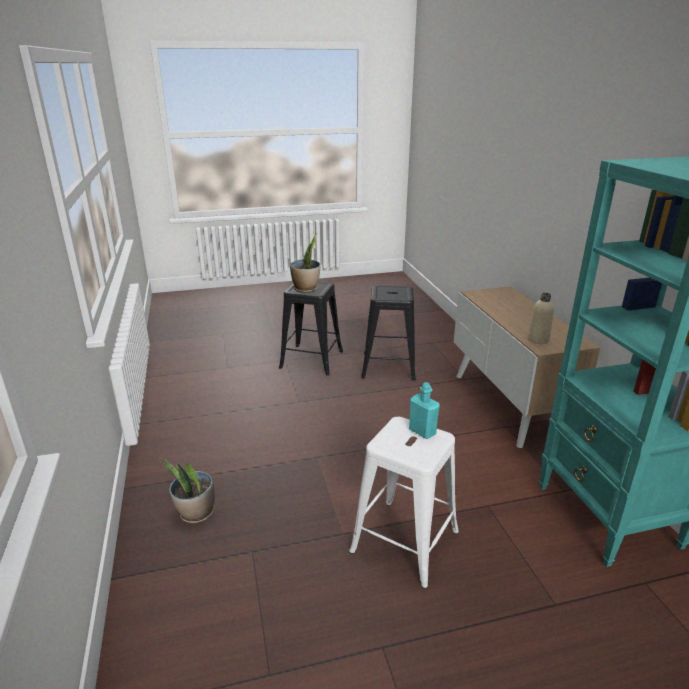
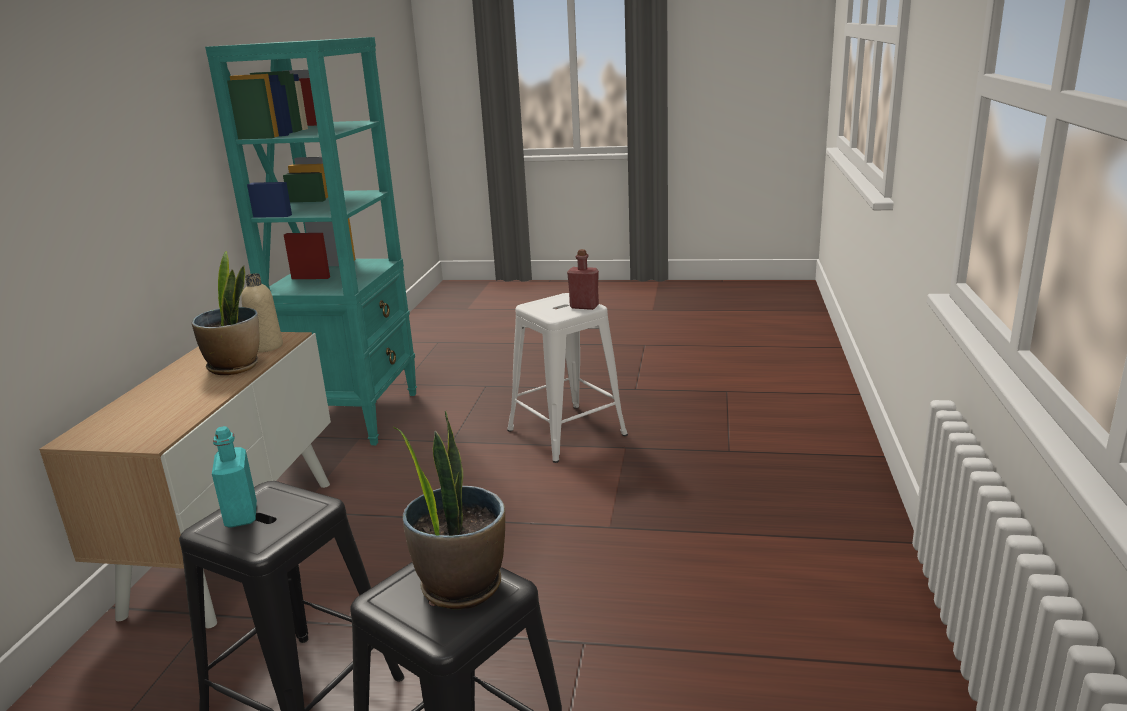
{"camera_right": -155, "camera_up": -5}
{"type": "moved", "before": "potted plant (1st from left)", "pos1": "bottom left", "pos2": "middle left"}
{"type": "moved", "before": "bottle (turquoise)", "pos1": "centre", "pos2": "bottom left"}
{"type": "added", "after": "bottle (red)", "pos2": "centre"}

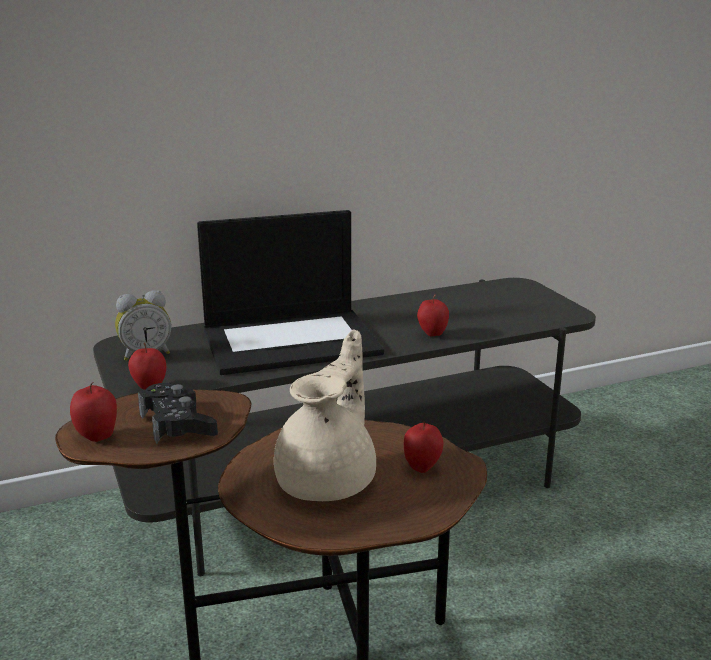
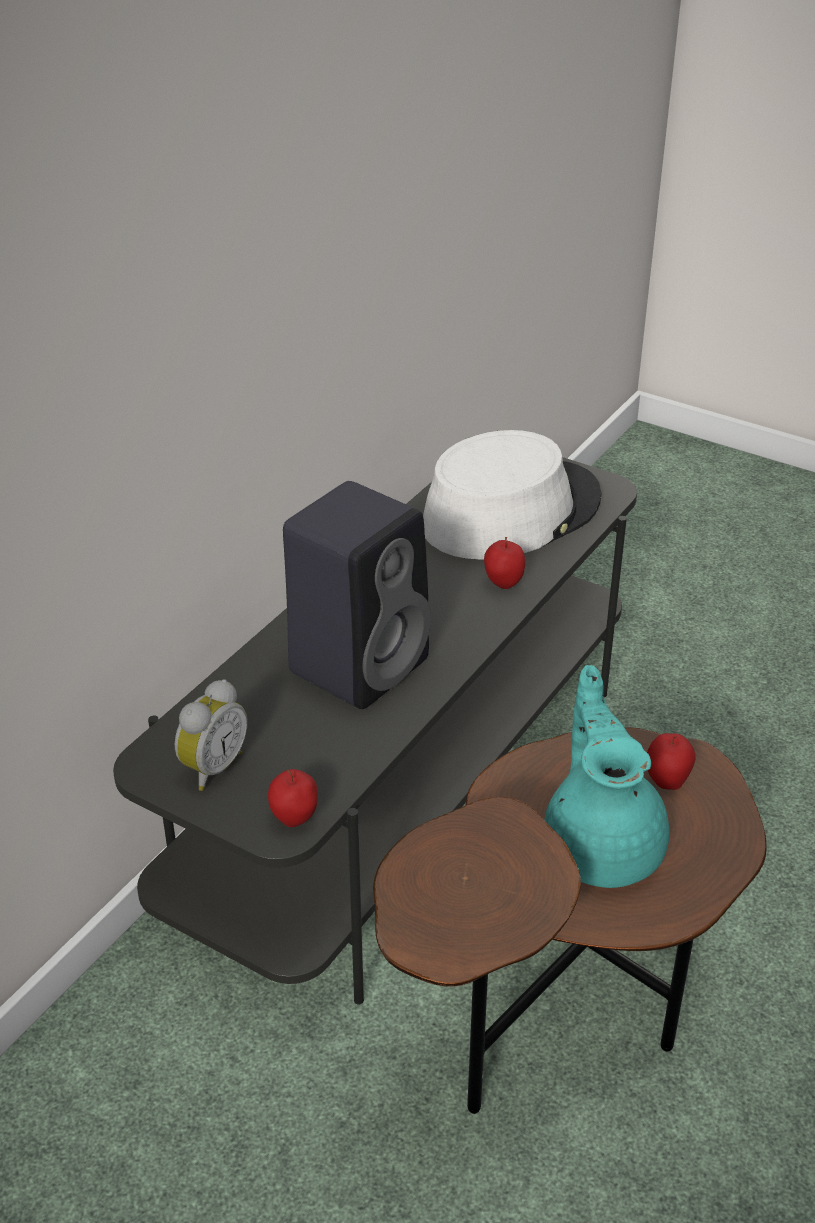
{"camera_right": -35, "camera_up": 15}
{"type": "removed", "before": "apple (1st from left)", "pos1": "middle left"}
{"type": "removed", "before": "game controller (black)", "pos1": "middle left"}
{"type": "replaced", "before": "laptop", "after": "speaker (black)", "pos1": "centre", "pos2": "centre"}
{"type": "recoloured", "before": "teapot (beige)", "after": "teapot (turquoise)", "pos1": "centre", "pos2": "middle right"}
{"type": "added", "after": "hat (white)", "pos2": "centre"}

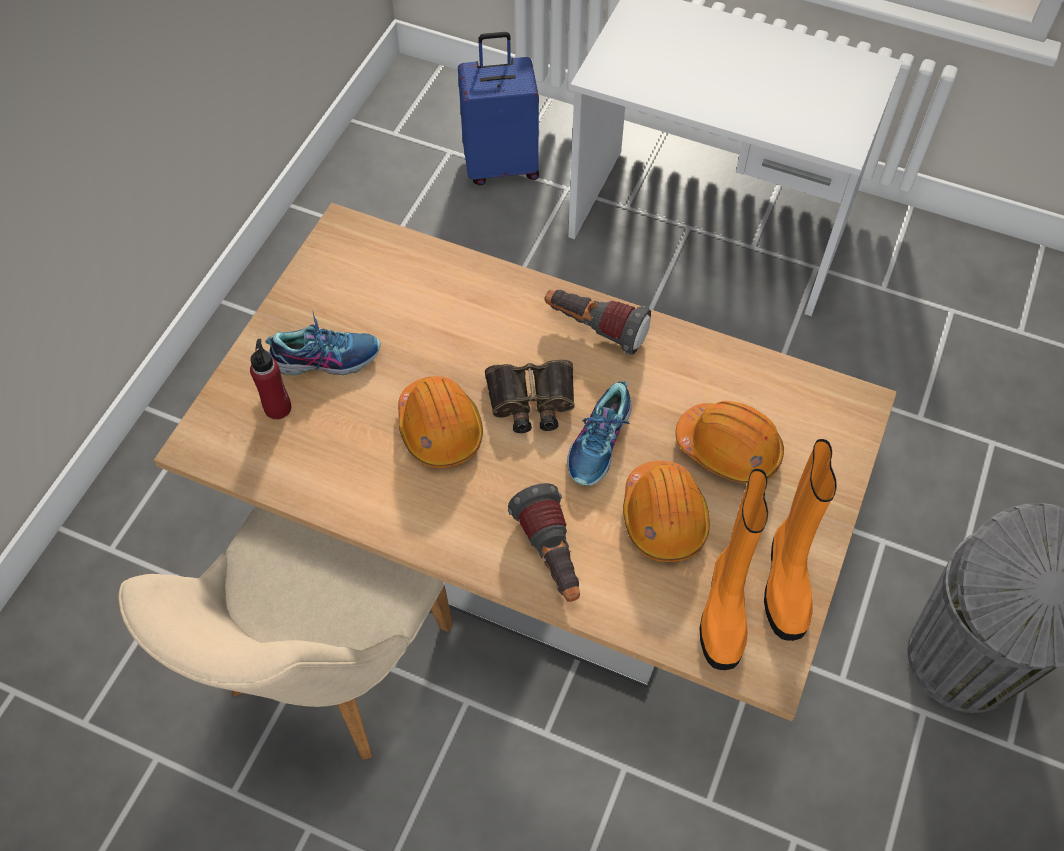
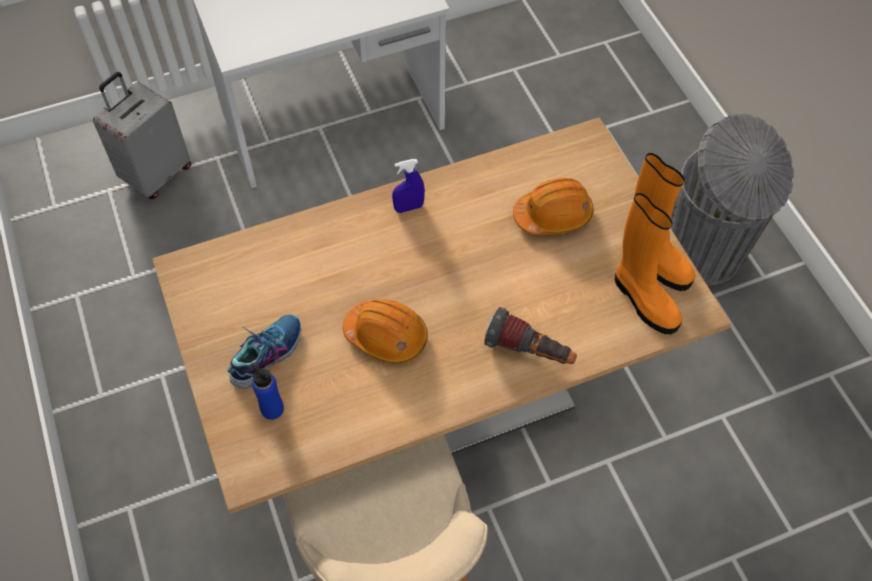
{"camera_right": -45, "camera_up": 0}
{"type": "recoloured", "before": "bottle (red)", "after": "bottle (blue)", "pos1": "middle left", "pos2": "bottom left"}
{"type": "recoloured", "before": "suitcase (blue)", "after": "suitcase (grey)", "pos1": "top centre", "pos2": "top left"}
{"type": "removed", "before": "binoculars", "pos1": "centre"}
{"type": "replaced", "before": "flashlight (2nd from left)", "after": "spray bottle (blue)", "pos1": "centre", "pos2": "top centre"}
{"type": "removed", "before": "shoe (2nd from left)", "pos1": "centre"}
{"type": "removed", "before": "hard hat (orange) (2nd from left)", "pos1": "centre"}

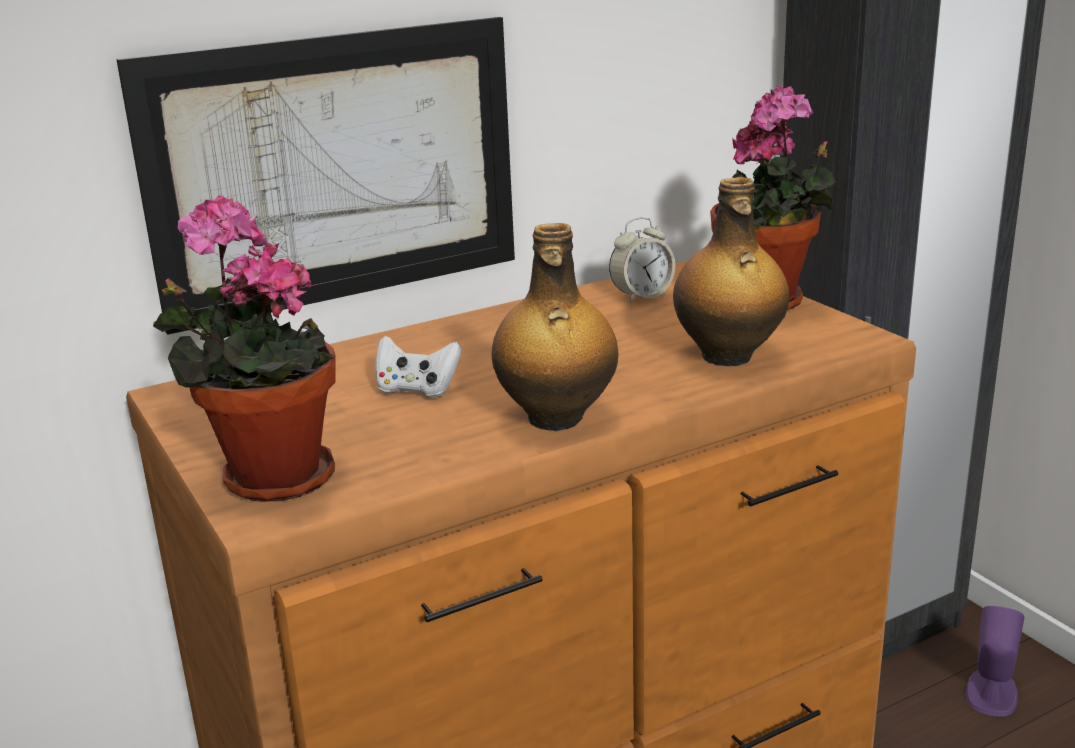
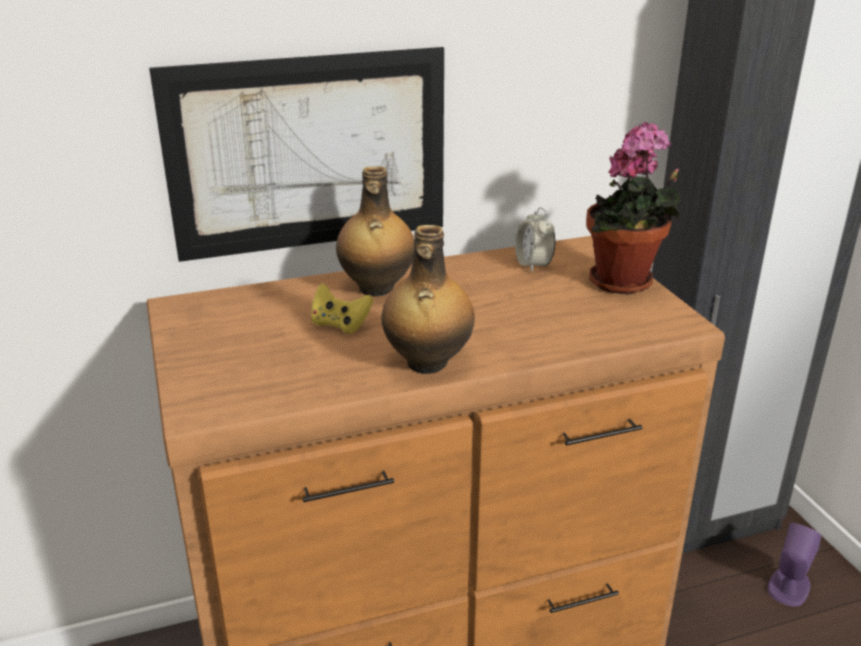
{"camera_right": 10, "camera_up": 5}
{"type": "removed", "before": "potted plant (1st from left)", "pos1": "middle left"}
{"type": "recoloured", "before": "game controller (white)", "after": "game controller (yellow)", "pos1": "centre", "pos2": "centre"}
{"type": "turned", "before": "alarm clock", "pos1": "centre", "pos2": "centre", "turn": 90}
{"type": "moved", "before": "bottle (2nd from left in the first image)", "after": "bottle (1st from left)", "pos1": "middle right", "pos2": "centre"}

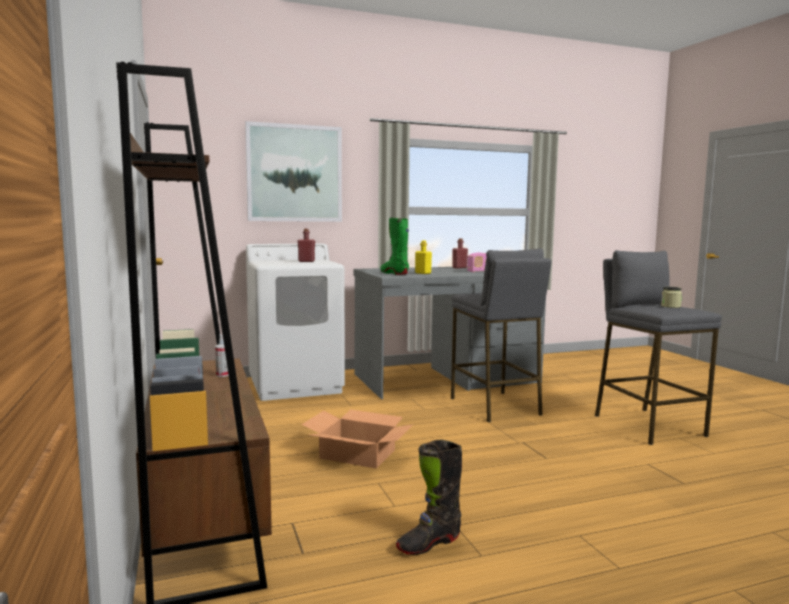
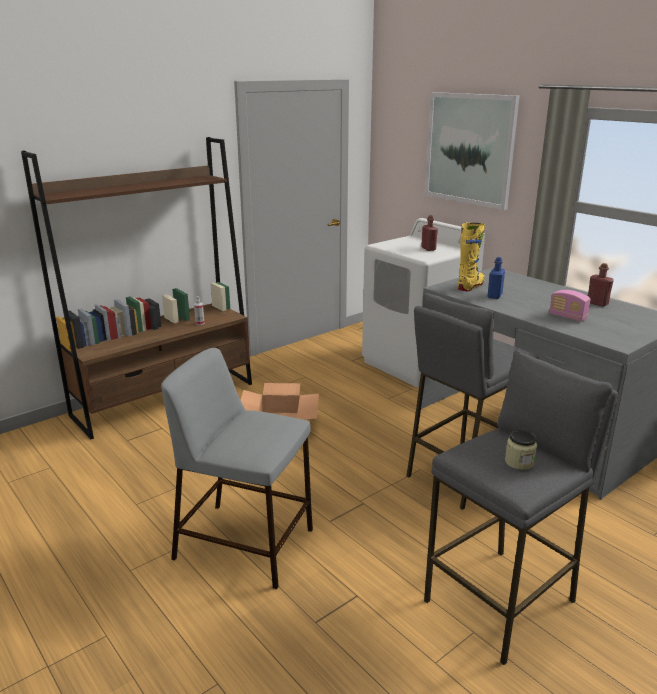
{"camera_right": 70, "camera_up": 15}
{"type": "recoloured", "before": "boot (green)", "after": "boot (yellow)", "pos1": "centre", "pos2": "middle right"}
{"type": "removed", "before": "boot (black)", "pos1": "bottom centre"}
{"type": "recoloured", "before": "bottle (yellow)", "after": "bottle (blue)", "pos1": "centre", "pos2": "middle right"}
{"type": "added", "after": "stool (grey) (1st from left)", "pos2": "bottom centre"}

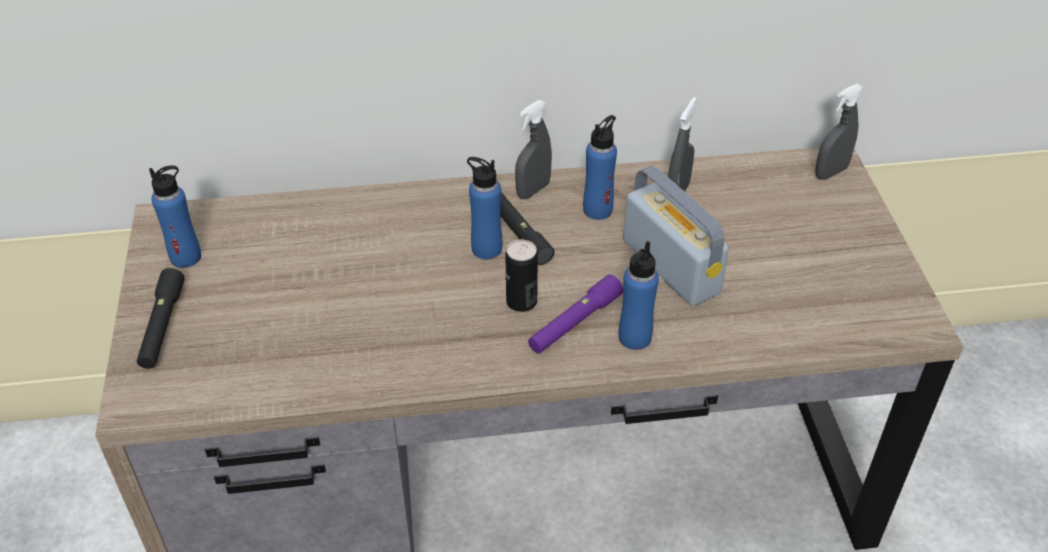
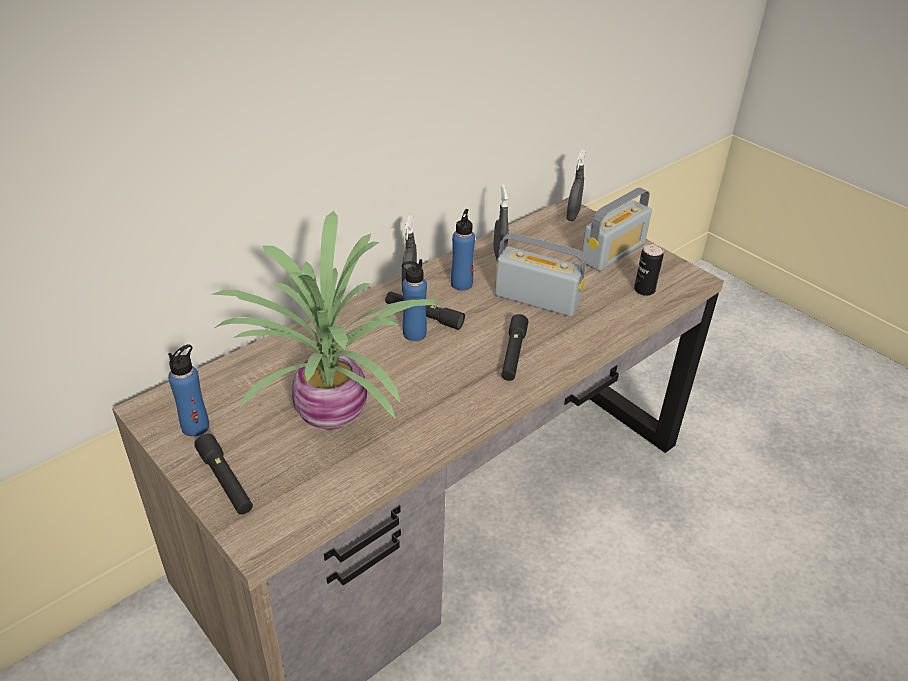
{"camera_right": -35, "camera_up": -5}
{"type": "moved", "before": "can", "pos1": "centre", "pos2": "middle right"}
{"type": "recoloured", "before": "flashlight (purple)", "after": "flashlight (black) (3rd from left)", "pos1": "centre", "pos2": "centre"}
{"type": "removed", "before": "bottle (blue) (4th from left)", "pos1": "centre"}
{"type": "added", "after": "potted plant", "pos2": "centre"}
{"type": "added", "after": "radio (2nd from left)", "pos2": "middle right"}

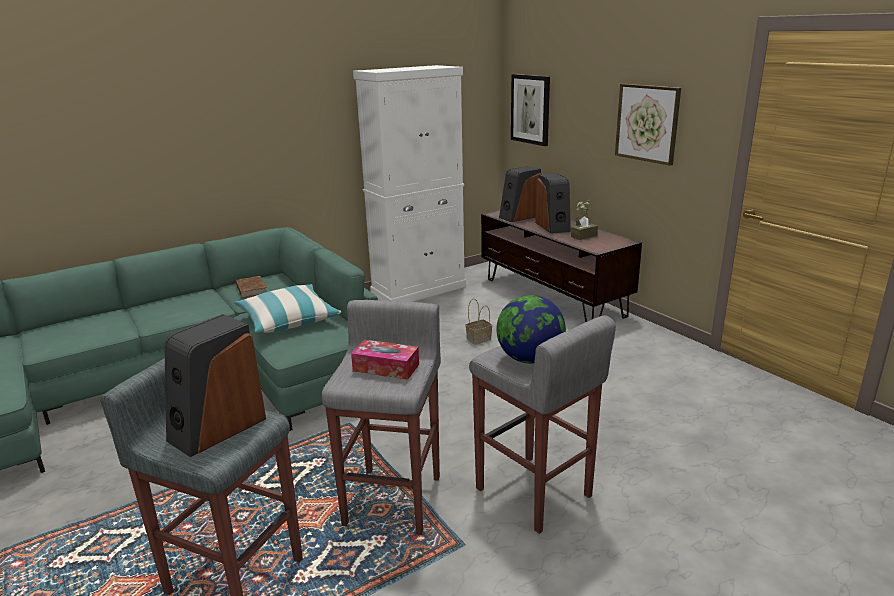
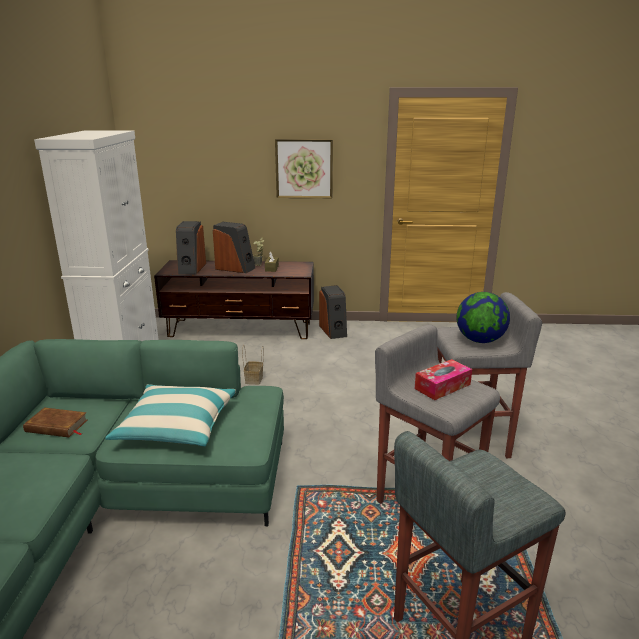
{"camera_right": -55, "camera_up": 0}
{"type": "moved", "before": "speaker (1st from left in the first image)", "after": "speaker (3rd from left)", "pos1": "middle left", "pos2": "centre"}
{"type": "removed", "before": "picture (1st from left)", "pos1": "top centre"}

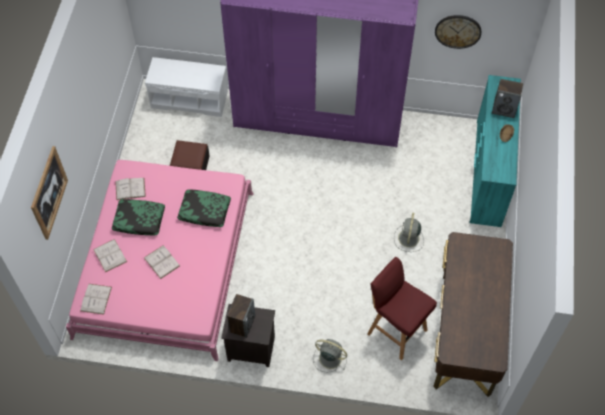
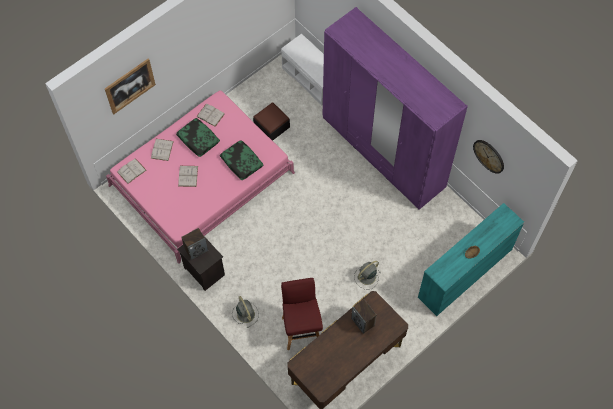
{"camera_right": 40, "camera_up": 5}
{"type": "moved", "before": "speaker (2nd from left)", "pos1": "top right", "pos2": "bottom centre"}

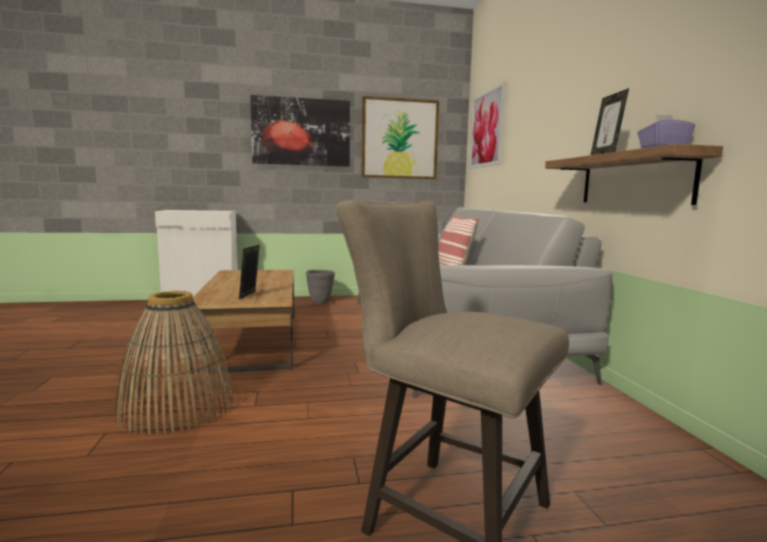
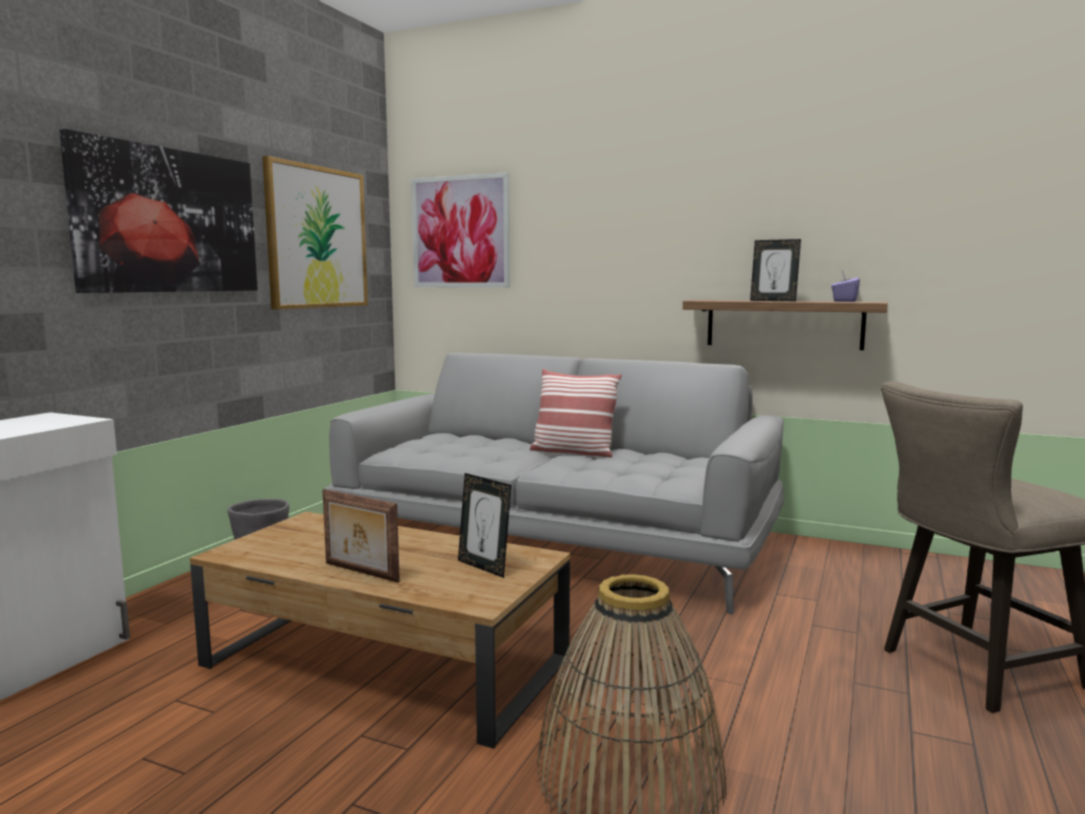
{"camera_right": -55, "camera_up": 0}
{"type": "added", "after": "picture frame (1st from left)", "pos2": "middle left"}

